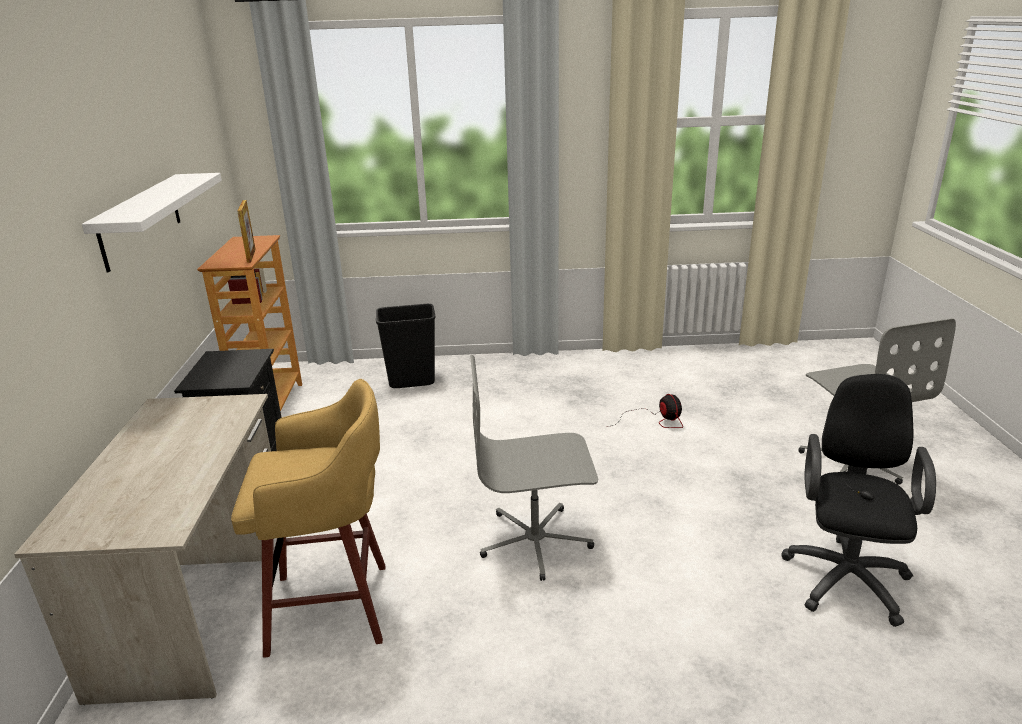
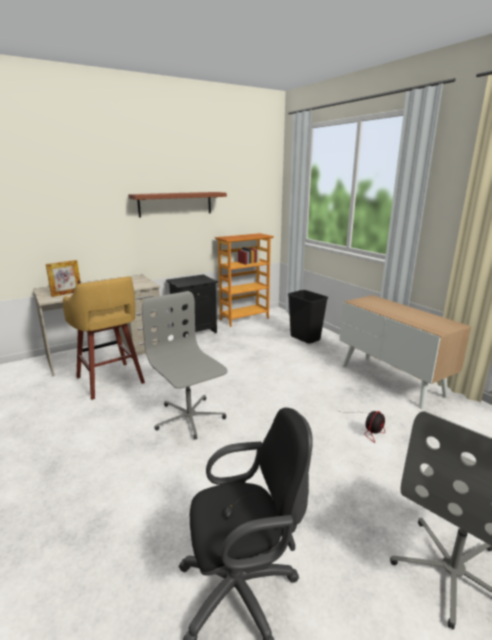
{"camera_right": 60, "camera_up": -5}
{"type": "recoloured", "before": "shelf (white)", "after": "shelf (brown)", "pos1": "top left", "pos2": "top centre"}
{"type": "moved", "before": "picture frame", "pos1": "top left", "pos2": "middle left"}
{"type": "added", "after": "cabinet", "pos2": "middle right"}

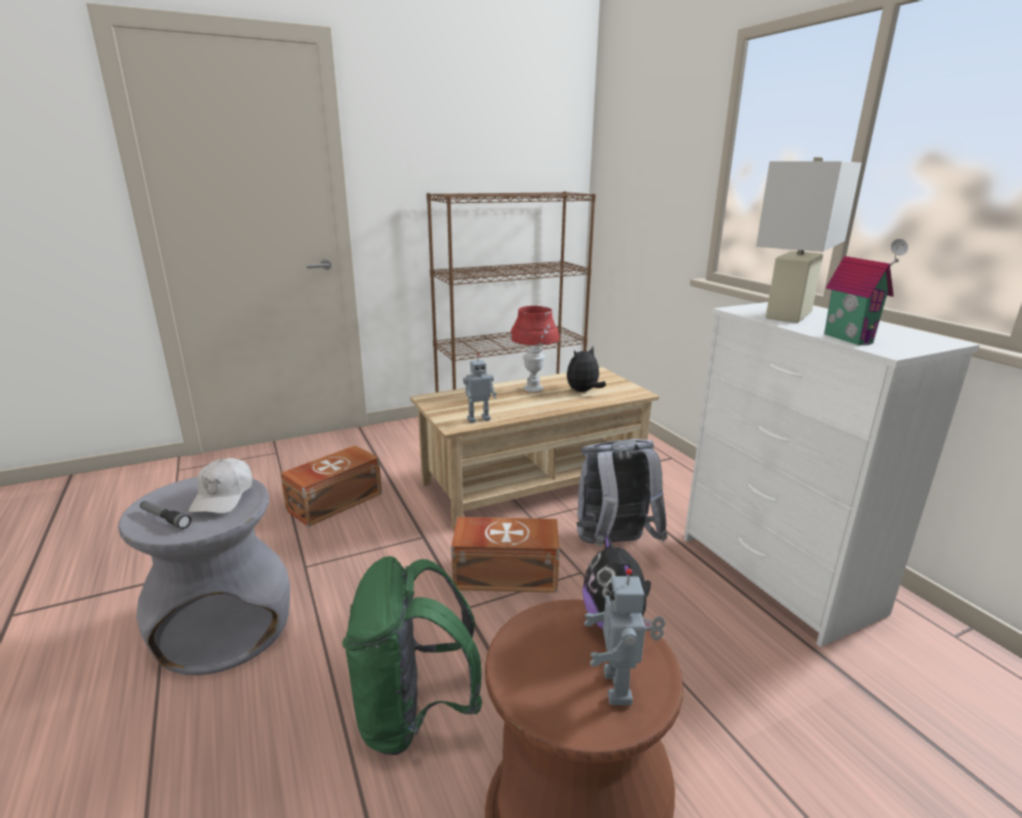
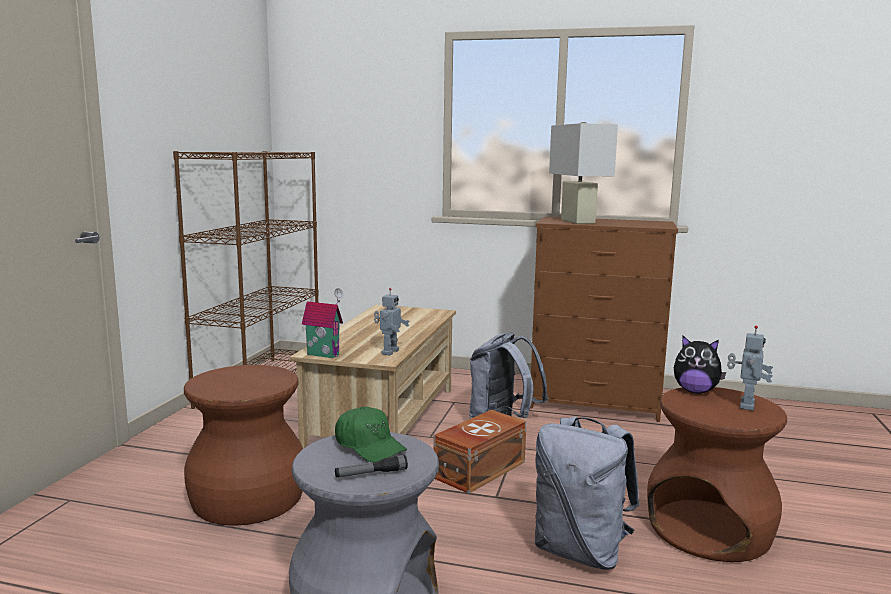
{"camera_right": -50, "camera_up": -10}
{"type": "recoloured", "before": "cap (white)", "after": "cap (green)", "pos1": "middle left", "pos2": "bottom centre"}
{"type": "replaced", "before": "storage box (brown) (1st from left)", "after": "stool (brown) (1st from left)", "pos1": "middle left", "pos2": "bottom left"}
{"type": "recoloured", "before": "backpack (green)", "after": "backpack (grey) (2nd from left)", "pos1": "bottom centre", "pos2": "bottom centre"}
{"type": "removed", "before": "table lamp (red)", "pos1": "centre"}
{"type": "removed", "before": "plush toy (1st from left)", "pos1": "centre"}
{"type": "turned", "before": "toy robot (2nd from left)", "pos1": "bottom centre", "pos2": "middle right", "turn": -105}
{"type": "recoloured", "before": "dresser (white)", "after": "dresser (brown)", "pos1": "middle right", "pos2": "middle right"}
{"type": "moved", "before": "toy house", "pos1": "middle right", "pos2": "centre"}

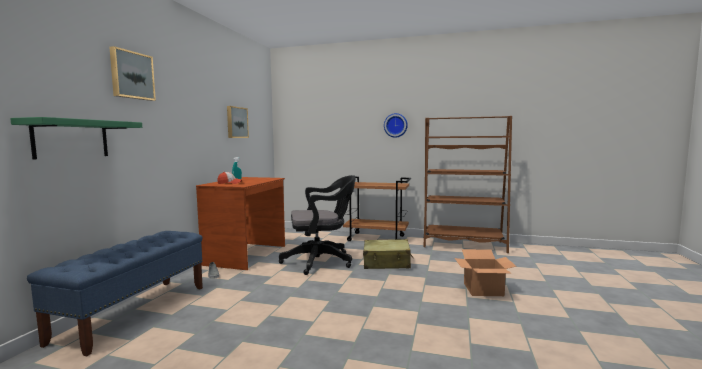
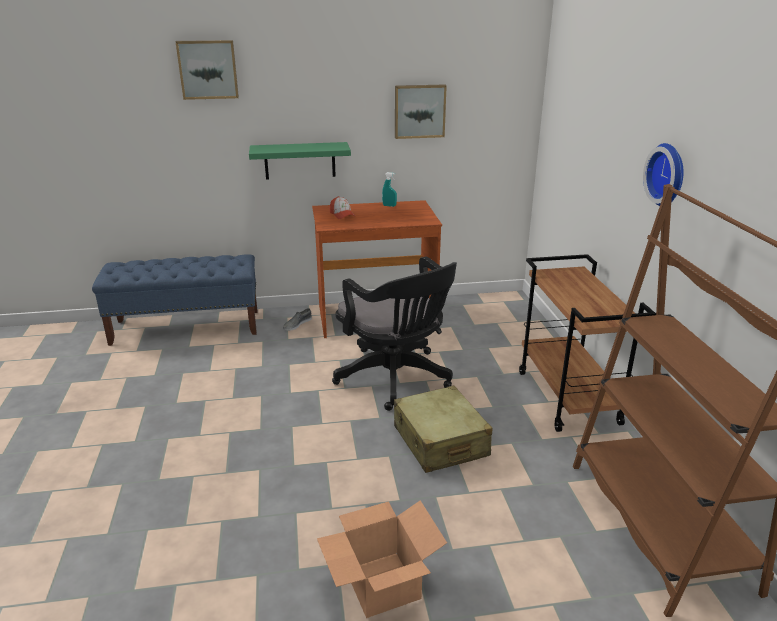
{"camera_right": 65, "camera_up": 20}
{"type": "moved", "before": "shelf (green)", "pos1": "middle left", "pos2": "top centre"}

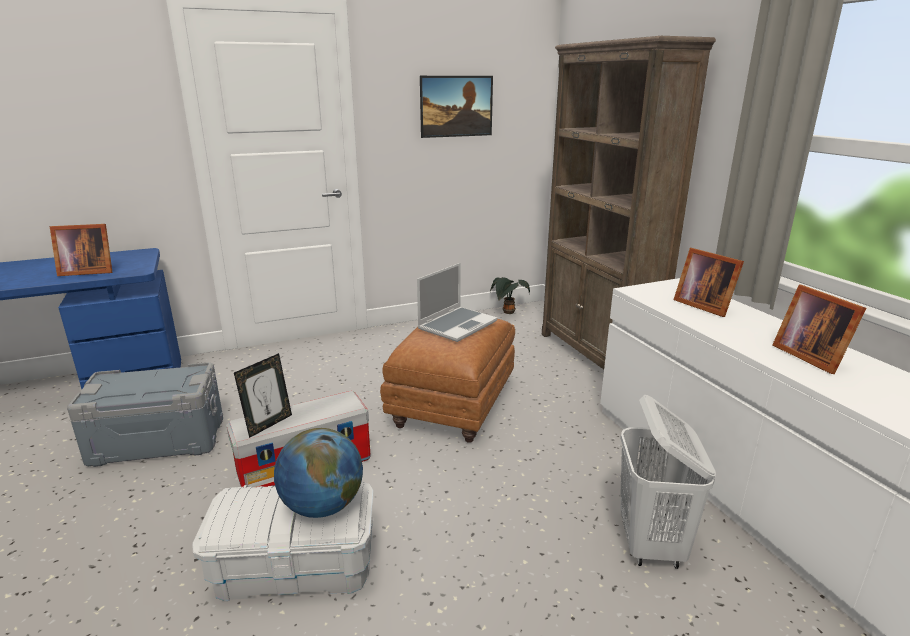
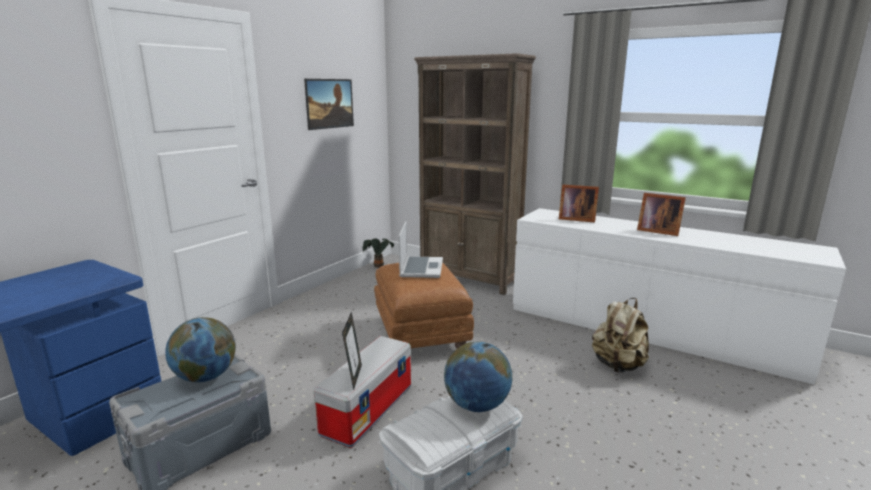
{"camera_right": -35, "camera_up": -5}
{"type": "removed", "before": "picture frame (1st from left)", "pos1": "middle left"}
{"type": "replaced", "before": "laundry basket (white)", "after": "backpack (beige)", "pos1": "bottom right", "pos2": "bottom right"}
{"type": "added", "after": "globe (1st from left)", "pos2": "bottom left"}

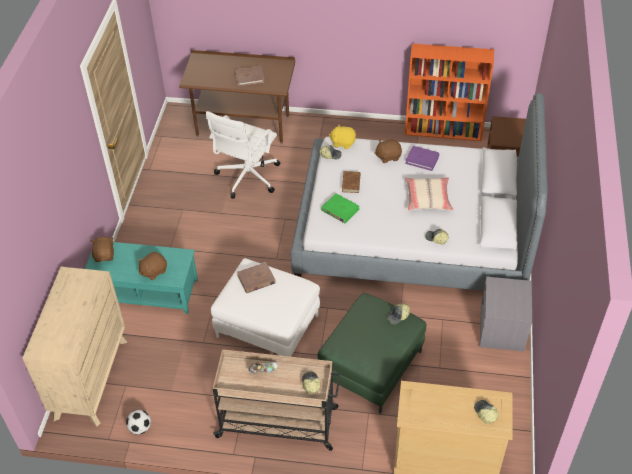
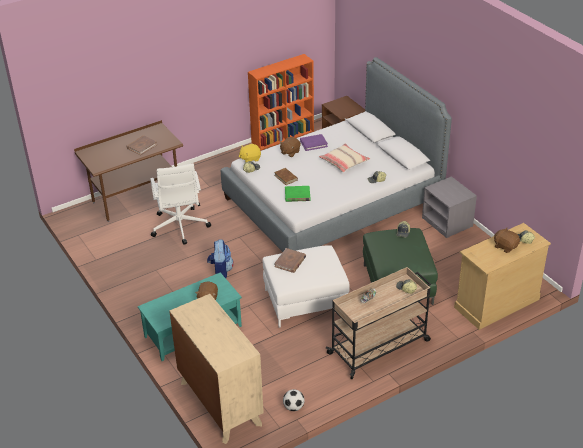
{"camera_right": -40, "camera_up": -10}
{"type": "moved", "before": "plush toy (brown) (1st from left in the first image)", "after": "plush toy (brown) (3rd from left)", "pos1": "middle left", "pos2": "middle right"}
{"type": "added", "after": "backpack", "pos2": "centre"}

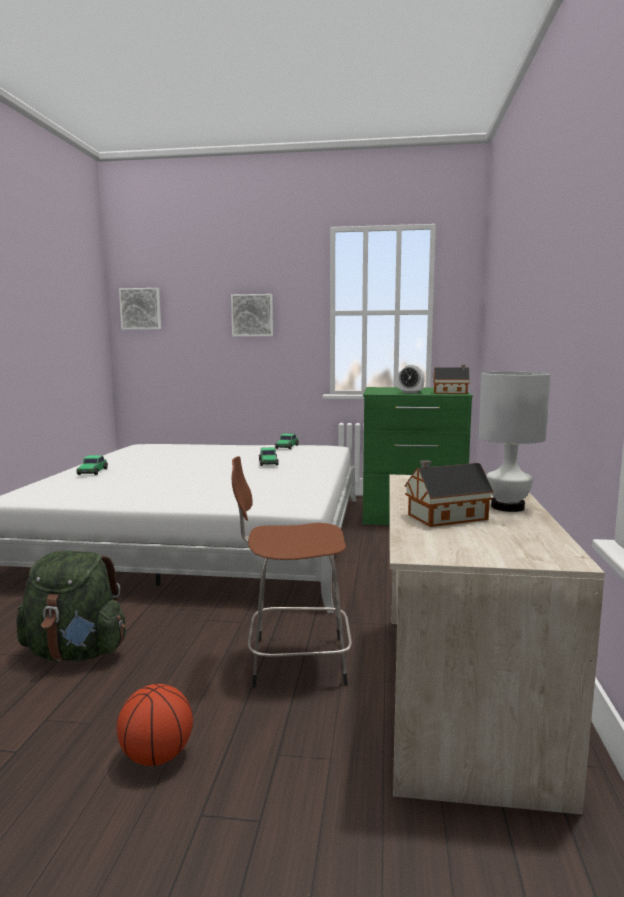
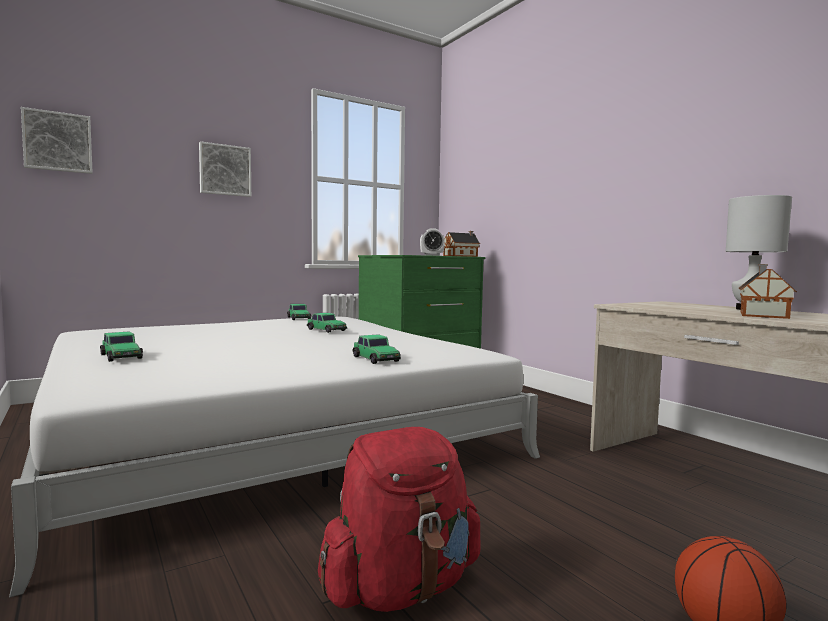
{"camera_right": -40, "camera_up": -5}
{"type": "recoloured", "before": "backpack (green)", "after": "backpack (red)", "pos1": "bottom left", "pos2": "bottom centre"}
{"type": "removed", "before": "stool (brown)", "pos1": "centre"}
{"type": "added", "after": "toy car (4th from left)", "pos2": "centre"}

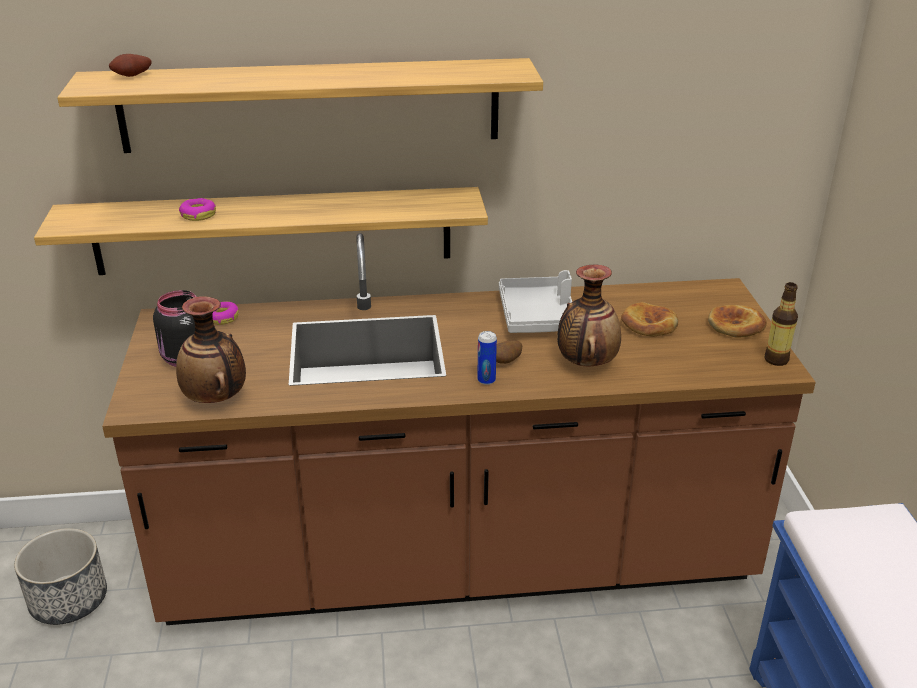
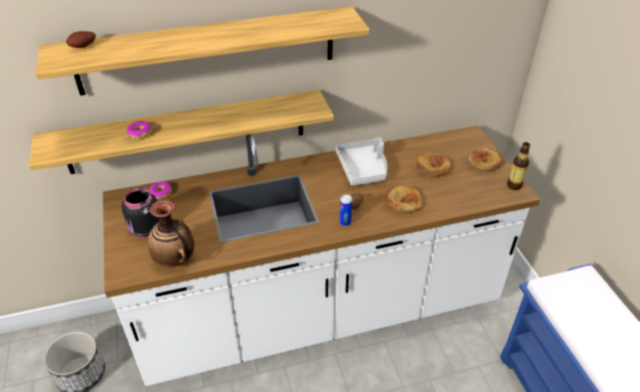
{"camera_right": -10, "camera_up": 10}
{"type": "recoloured", "before": "counter (brown)", "after": "counter (white)", "pos1": "centre", "pos2": "centre"}
{"type": "replaced", "before": "vase (2nd from left)", "after": "bread (1st from left)", "pos1": "centre", "pos2": "centre"}

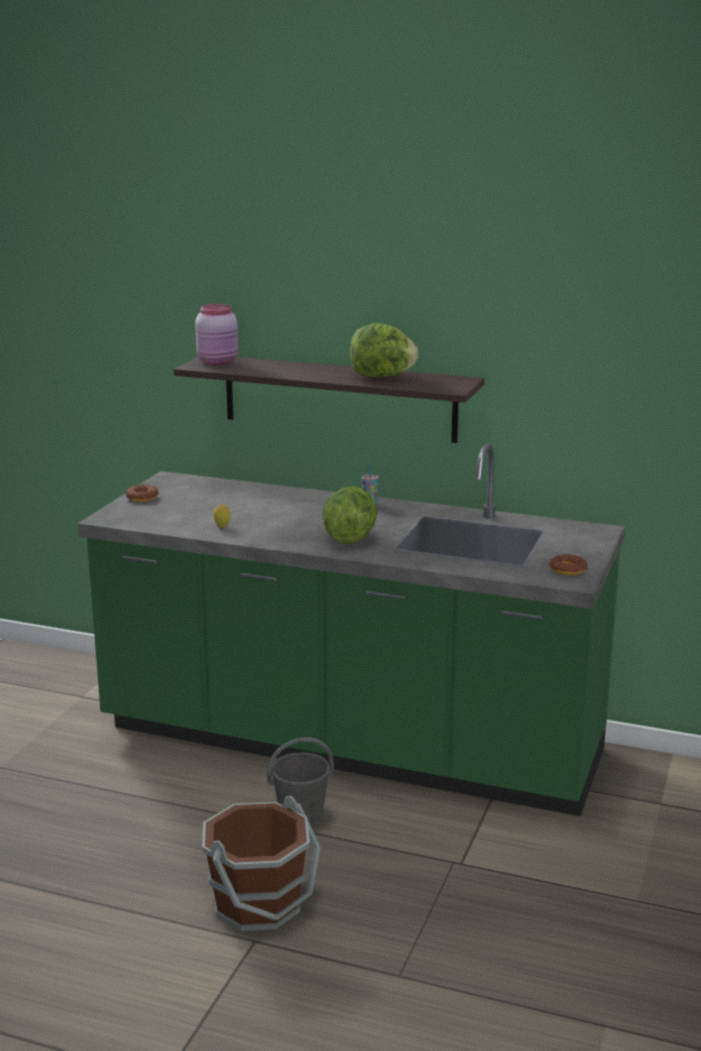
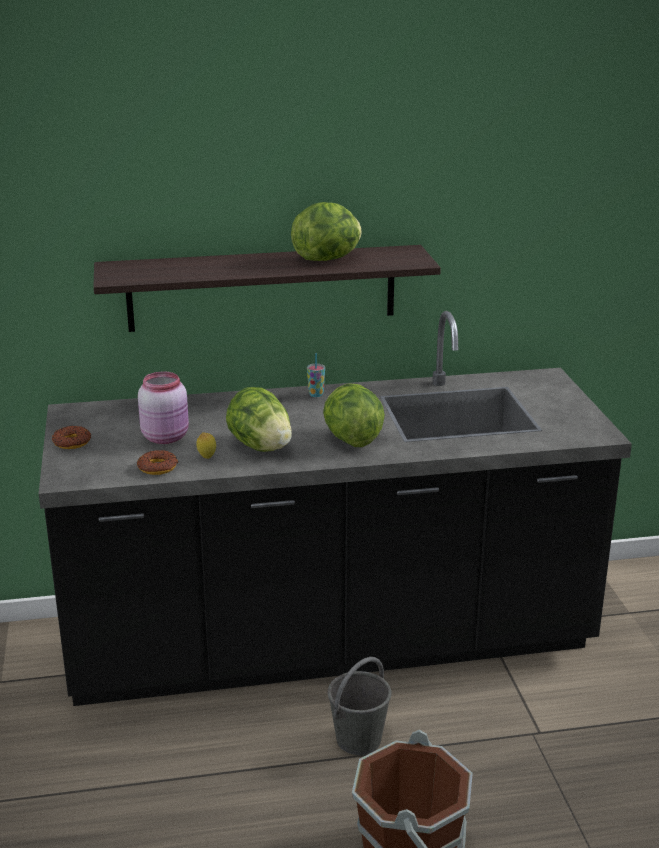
{"camera_right": -30, "camera_up": 5}
{"type": "recoloured", "before": "counter (green)", "after": "counter (black)", "pos1": "centre", "pos2": "centre"}
{"type": "moved", "before": "jar (pink)", "pos1": "top left", "pos2": "middle left"}
{"type": "moved", "before": "donut (2nd from left)", "pos1": "middle right", "pos2": "middle left"}
{"type": "added", "after": "lettuce (1st from left)", "pos2": "centre"}

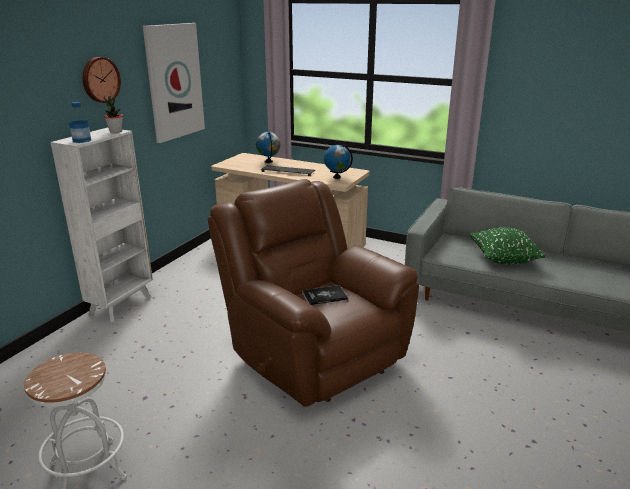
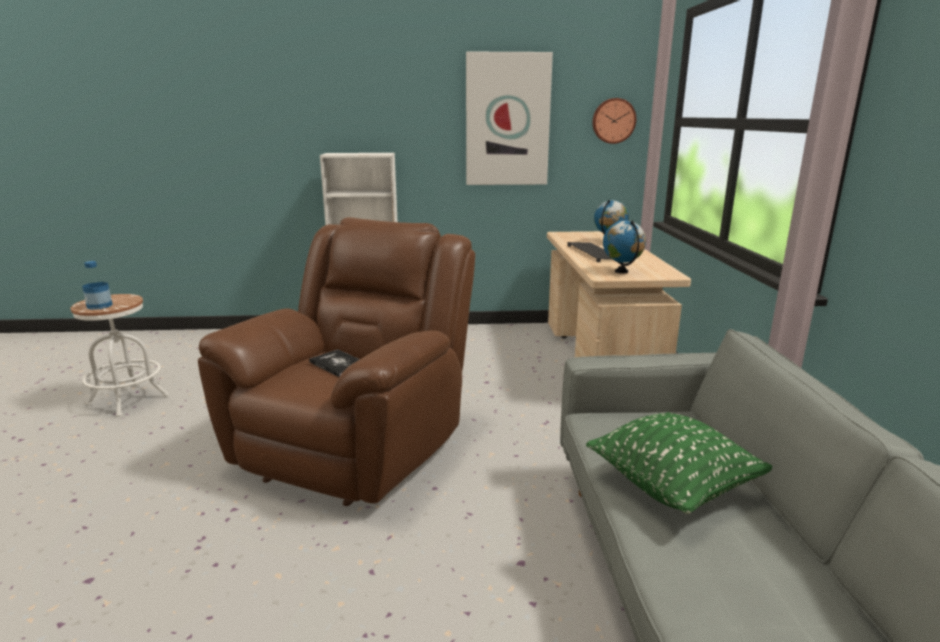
{"camera_right": 60, "camera_up": -5}
{"type": "moved", "before": "bottle", "pos1": "top left", "pos2": "middle left"}
{"type": "moved", "before": "wall clock", "pos1": "top left", "pos2": "top centre"}
{"type": "removed", "before": "potted plant", "pos1": "top left"}

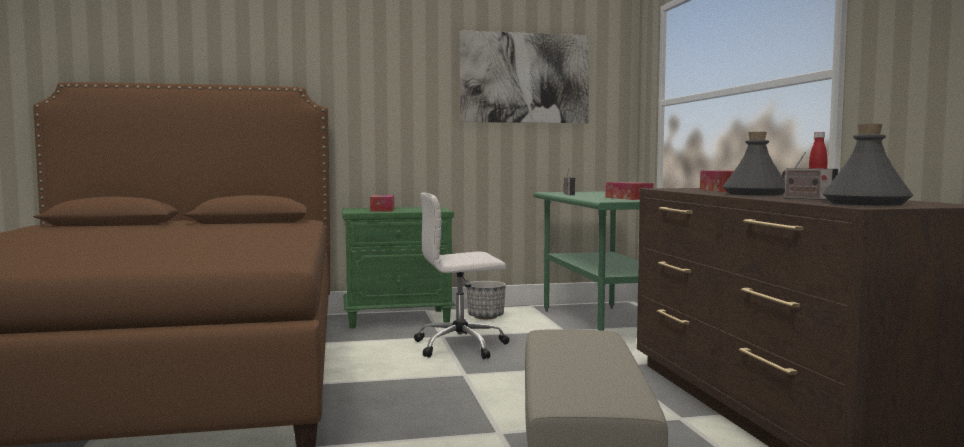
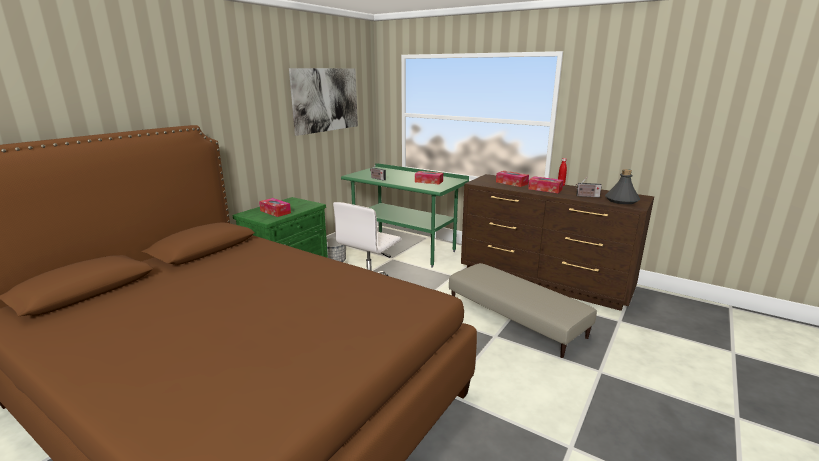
{"camera_right": -45, "camera_up": 15}
{"type": "replaced", "before": "bottle (grey) (1st from left)", "after": "tissue box (4th from left)", "pos1": "middle right", "pos2": "middle right"}

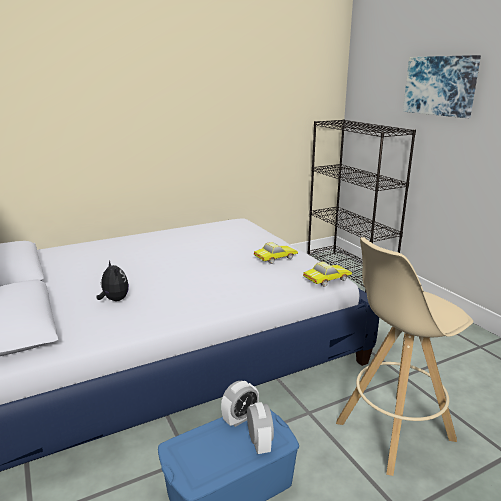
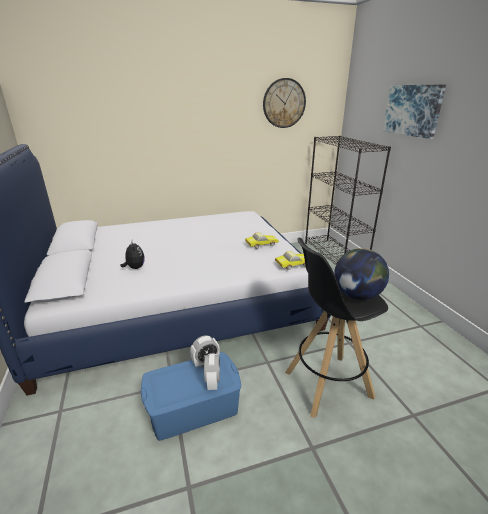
{"camera_right": 10, "camera_up": 5}
{"type": "recoloured", "before": "stool (beige)", "after": "stool (black)", "pos1": "bottom right", "pos2": "middle right"}
{"type": "added", "after": "wall clock", "pos2": "top centre"}
{"type": "added", "after": "globe", "pos2": "middle right"}

